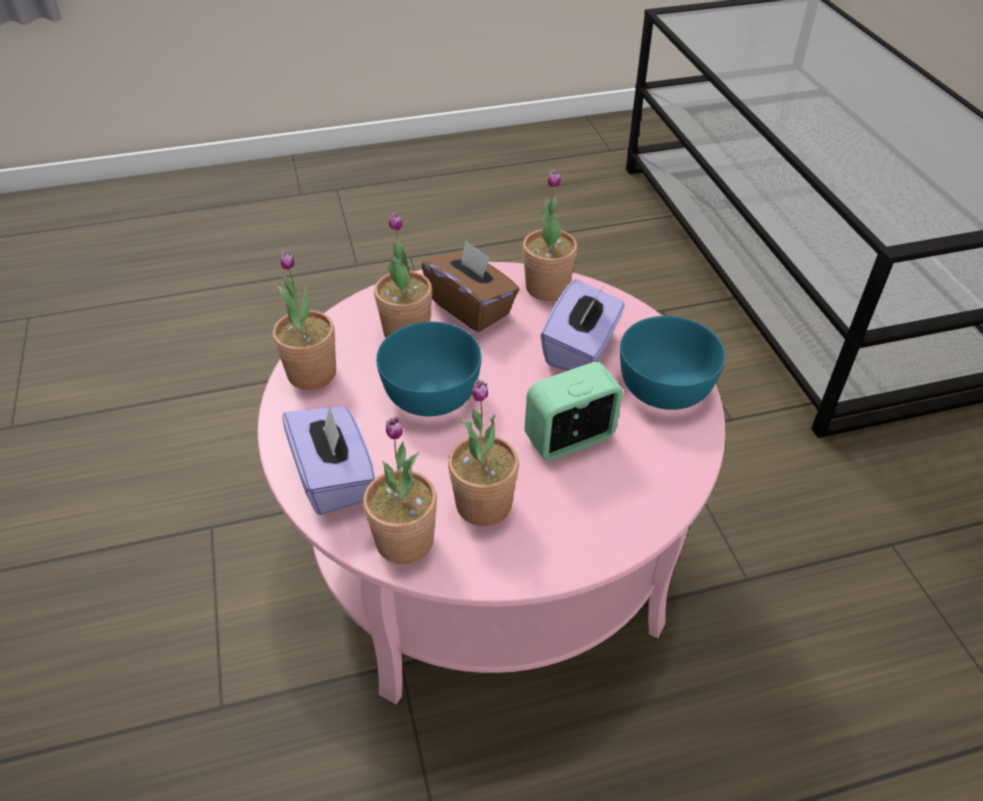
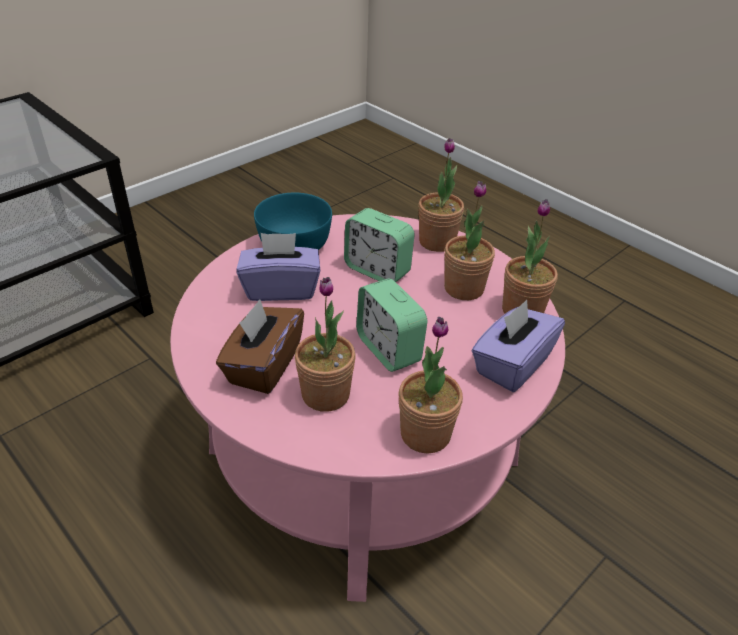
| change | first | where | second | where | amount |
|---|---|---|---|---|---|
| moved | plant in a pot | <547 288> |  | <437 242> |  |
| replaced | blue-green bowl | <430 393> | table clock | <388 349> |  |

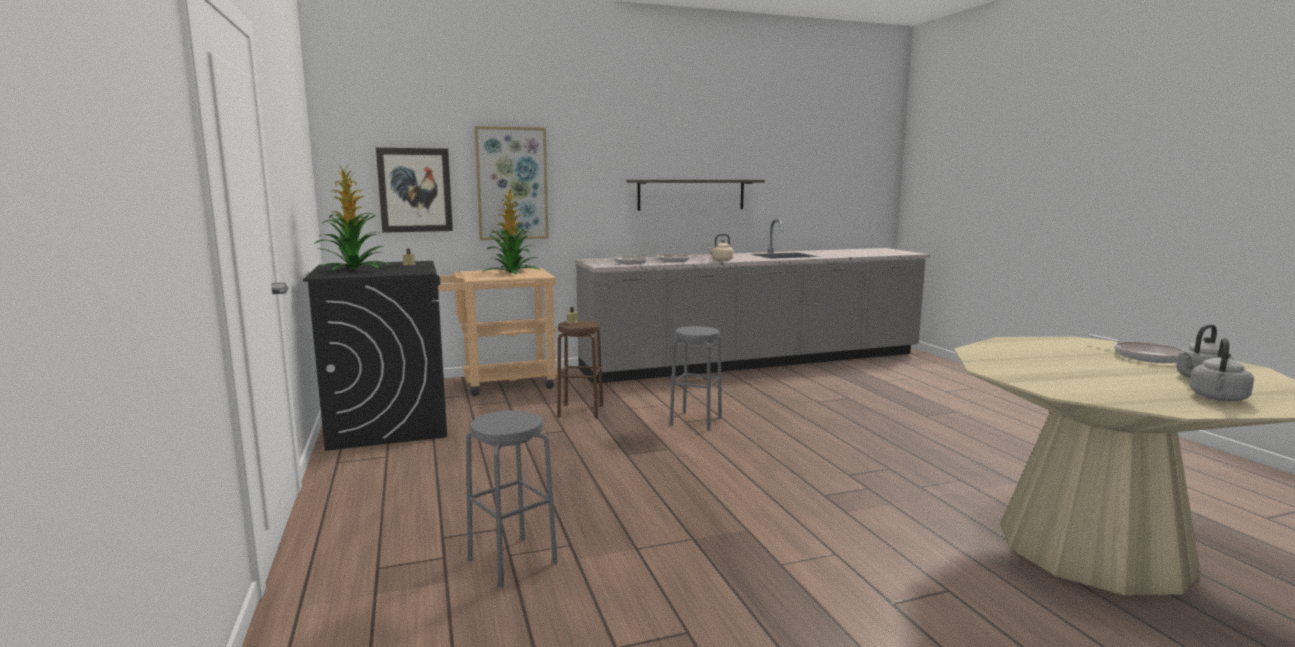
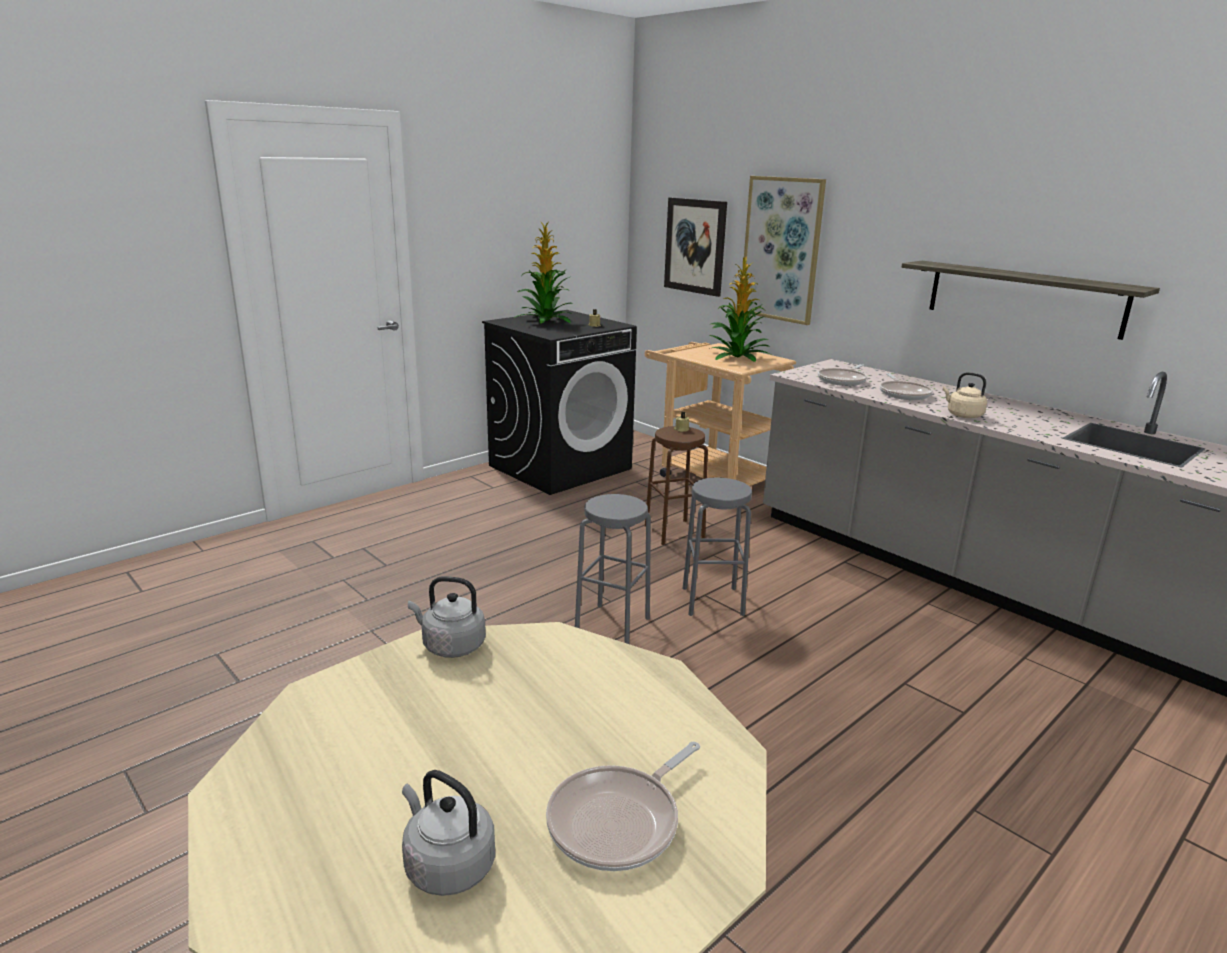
| change | first | where | second | where | amount |
|---|---|---|---|---|---|
| moved | grey stool seat | <512 561> |  | <613 624> |  |
| moved | grey kettle | <1218 398> |  | <450 646> |  |

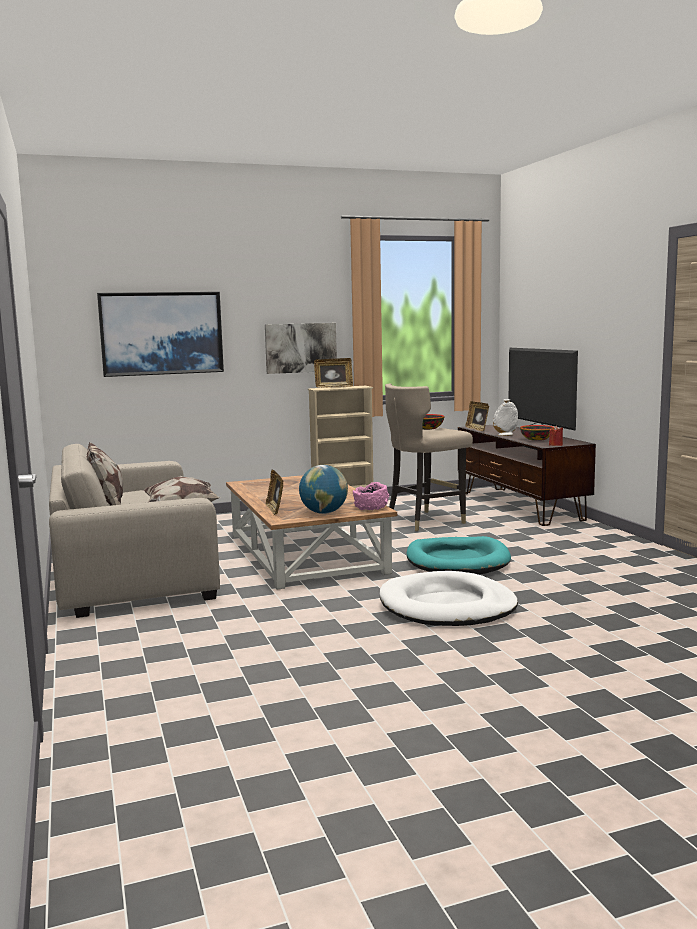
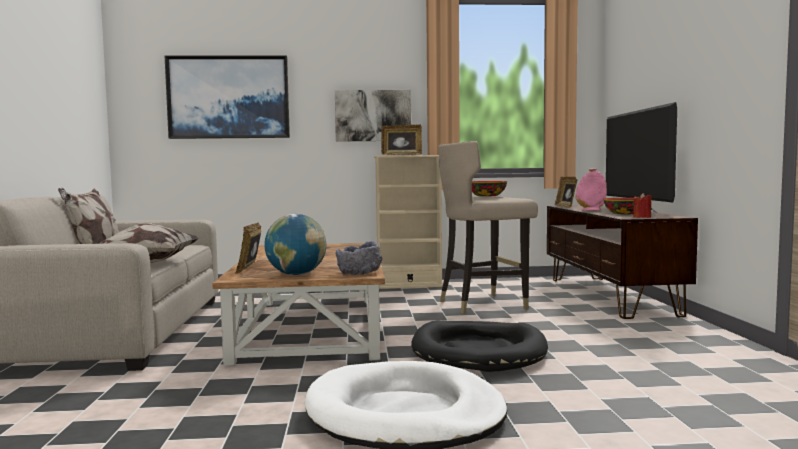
| change | first | where | second | where | amount |
|---|---|---|---|---|---|
| recoloured | pink-coloured bowl | <371 508> | grey bowl | <359 273> |  |
| recoloured | blue-green pet bed | <457 561> | blackish pet bed | <478 351> |  |
| recoloured | white-coloured flower vase | <505 435> | pink-coloured flower vase | <591 210> |  |

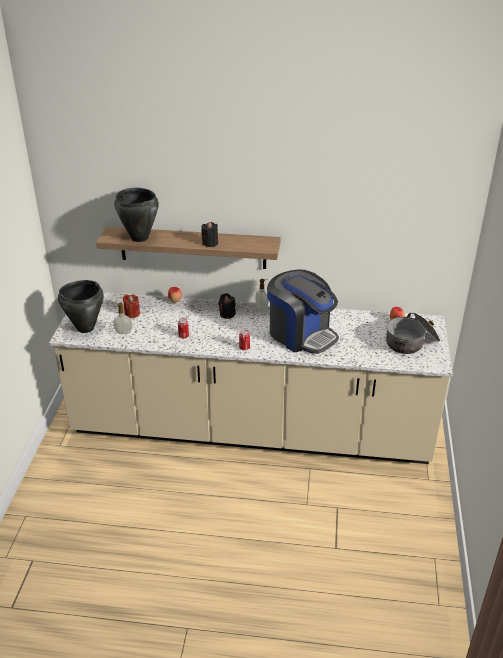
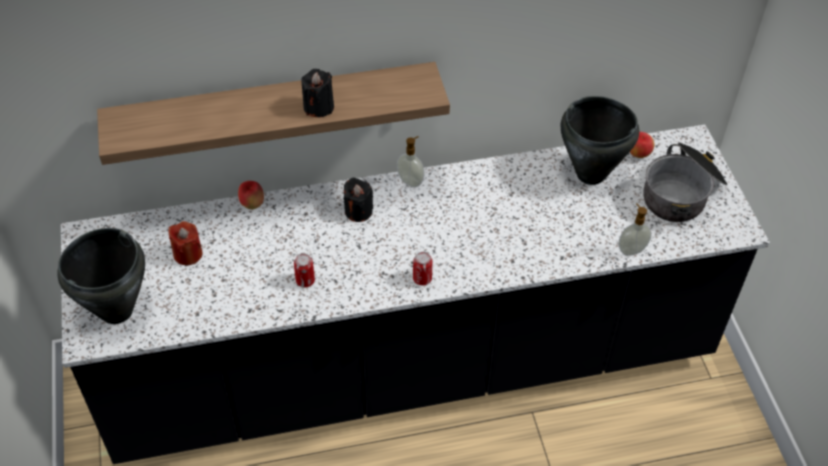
| change | first | where | second | where | amount |
|---|---|---|---|---|---|
| removed | coffee brewer | <301 334> |  |  |  |
| moved | soap bottle | <123 332> |  | <631 249> |  |
| moved | blackish cooking pot | <139 238> |  | <591 175> |  |
| recoloured | sand-coloured kitchen counter | <251 430> | blackish kitchen counter | <412 366> |  |

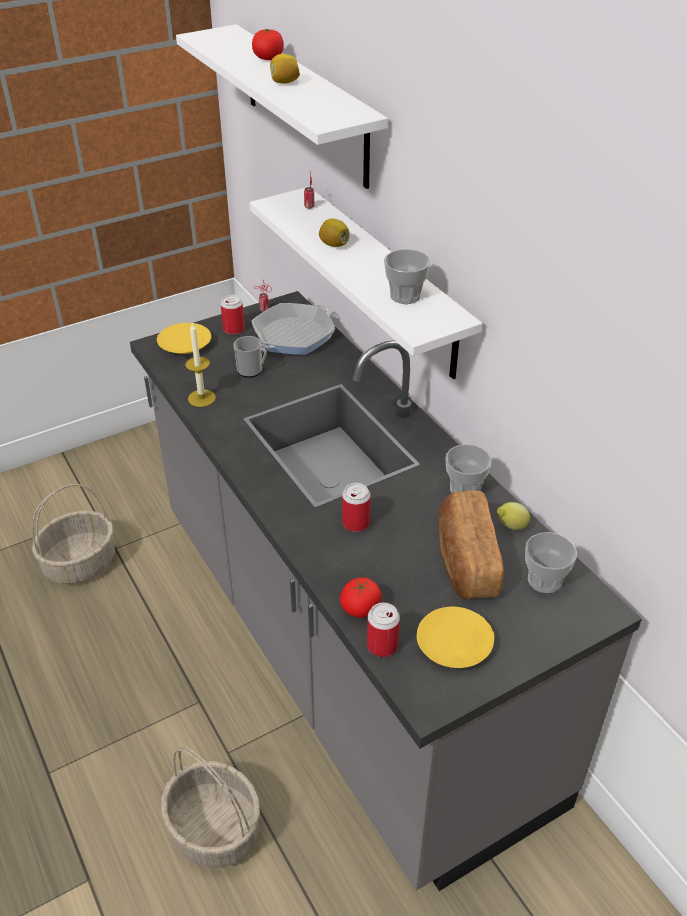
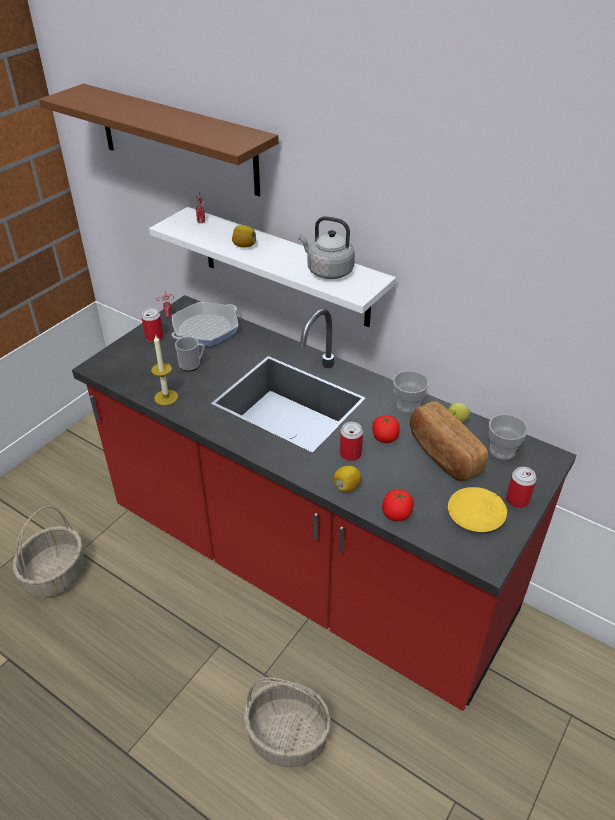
| change | first | where | second | where | amount |
|---|---|---|---|---|---|
| removed | yellow-coloured flat dish | <185 344> |  |  |  |
| moved | tomato | <268 59> |  | <385 438> |  |
| moved | citrus fruit | <284 82> |  | <347 487> |  |
| moved | sealed can | <382 645> |  | <517 500> |  |
| replaced | small cup | <405 296> | grey kettle | <327 271> |  |
| recoloured | grey kitchen counter | <343 651> | red kitchen counter | <307 564> |  |
| recoloured | white-coloured bracket shelf | <305 105> | brownish bracket shelf | <177 139> |  |
| turned | pan | <293 335> |  | <205 329> | 150 degrees counterclockwise |

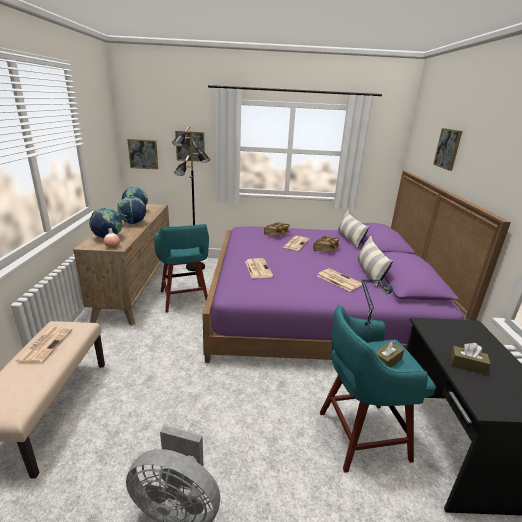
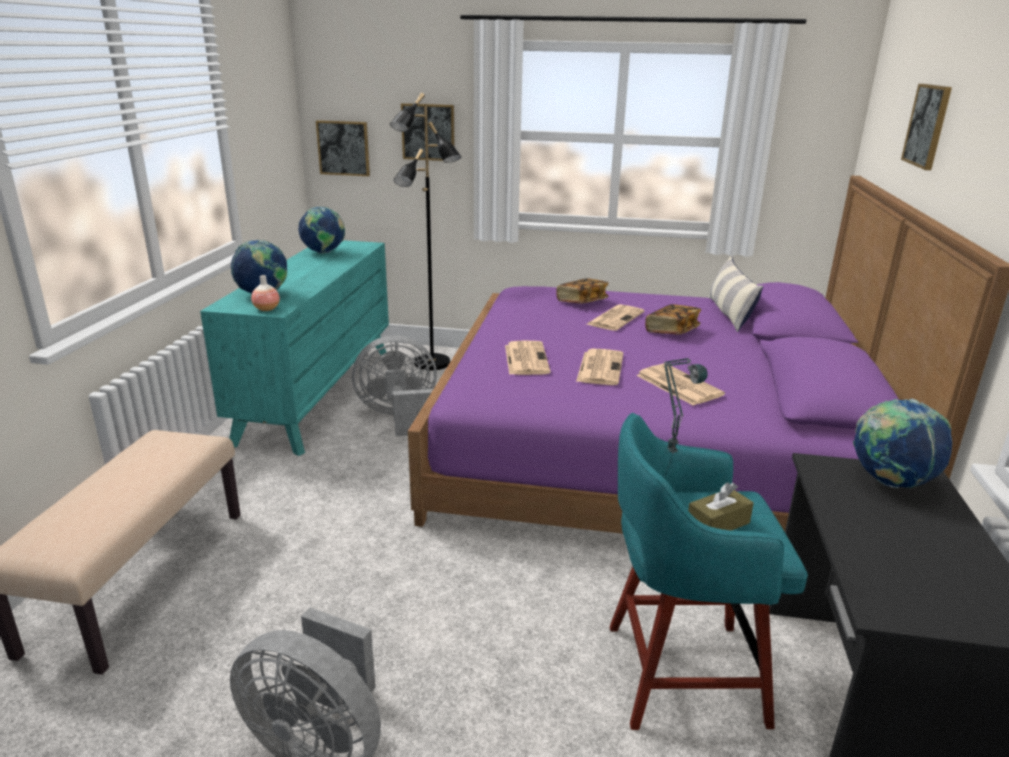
| change | first | where | second | where | amount |
|---|---|---|---|---|---|
| removed | cushion | <370 272> |  |  |  |
| removed | brownish tissue holder | <467 365> |  |  |  |
| moved | printed paper | <45 344> |  | <600 367> |  |
| moved | globe | <133 223> |  | <890 482> |  |
| replaced | blue-green stool seat | <184 299> | grey fan | <400 418> |  |
| recoloured | brownish drawer chest | <136 287> | blue-green drawer chest | <318 393> |  |

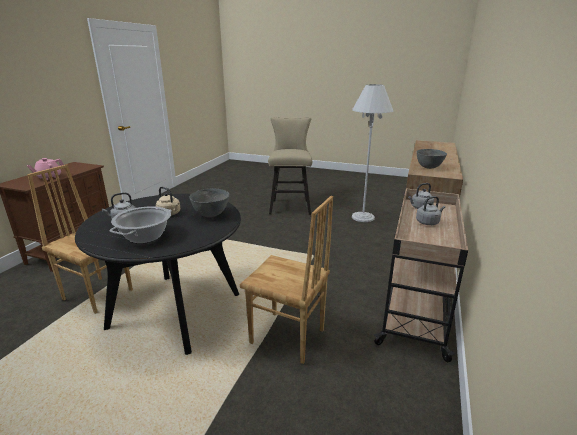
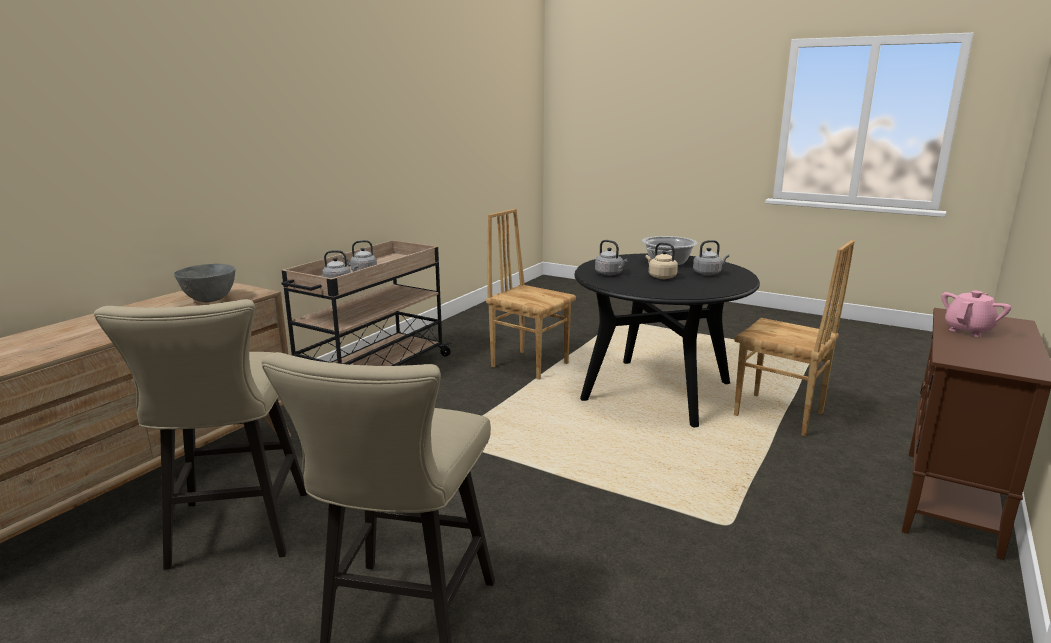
| change | first | where | second | where | amount |
|---|---|---|---|---|---|
| replaced | grey bowl | <210 215> | grey kettle | <610 274> |  |
| replaced | white-coloured floor lamp | <363 217> | sand-coloured stool seat | <235 535> |  |

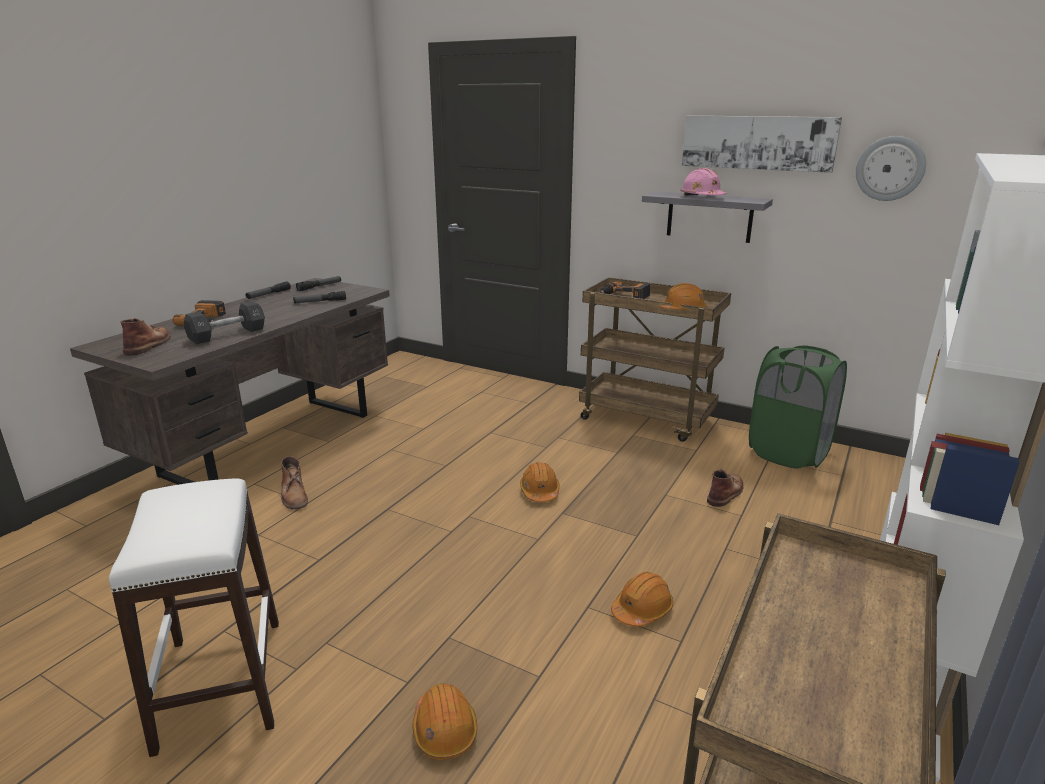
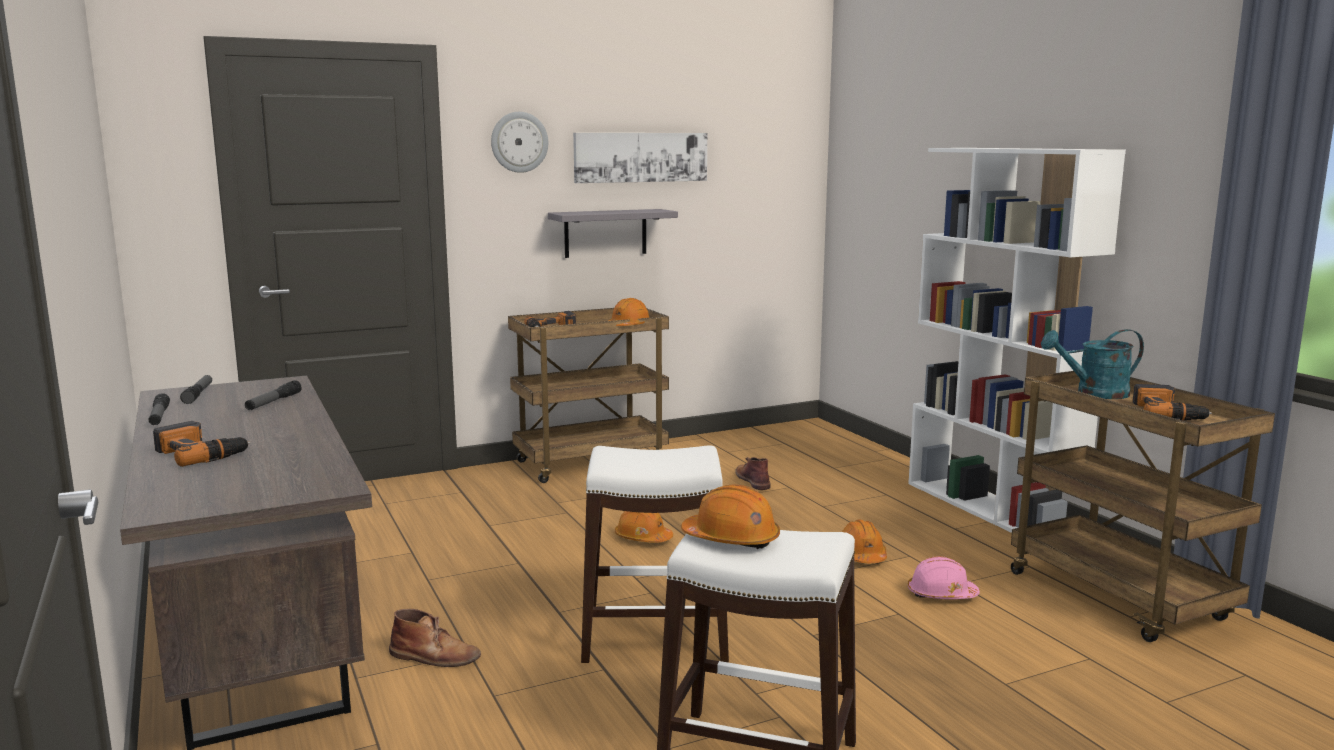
| change | first | where | second | where | amount |
|---|---|---|---|---|---|
| removed | brownish high-top boot | <149 344> |  |  |  |
| removed | blackish hand weight | <227 335> |  |  |  |
| removed | greenish laundry basket | <788 453> |  |  |  |
| added |  |  | white-coloured stool seat | <655 637> |  |
| added |  |  | blue-green watering can | <1094 393> |  |
| added |  |  | drill | <1168 412> |  |
| moved | orange-coloured safety helmet | <444 730> |  | <731 539> |  |
| moved | pink-coloured safety helmet | <702 197> |  | <941 595> |  |
| moved | clock on the wall | <890 168> |  | <519 142> |  |

